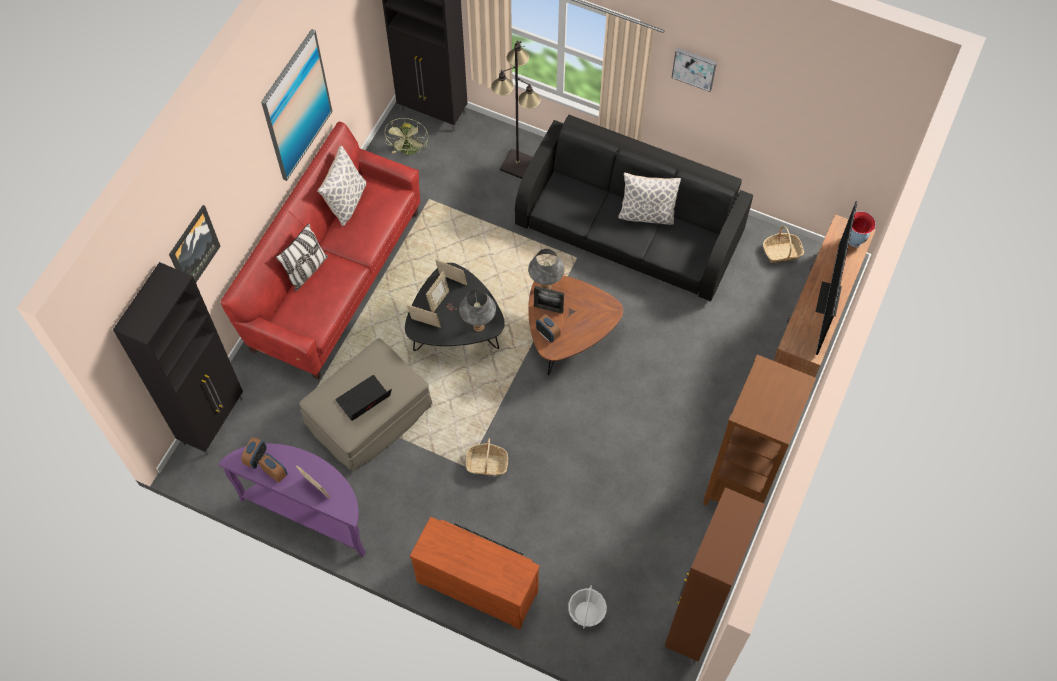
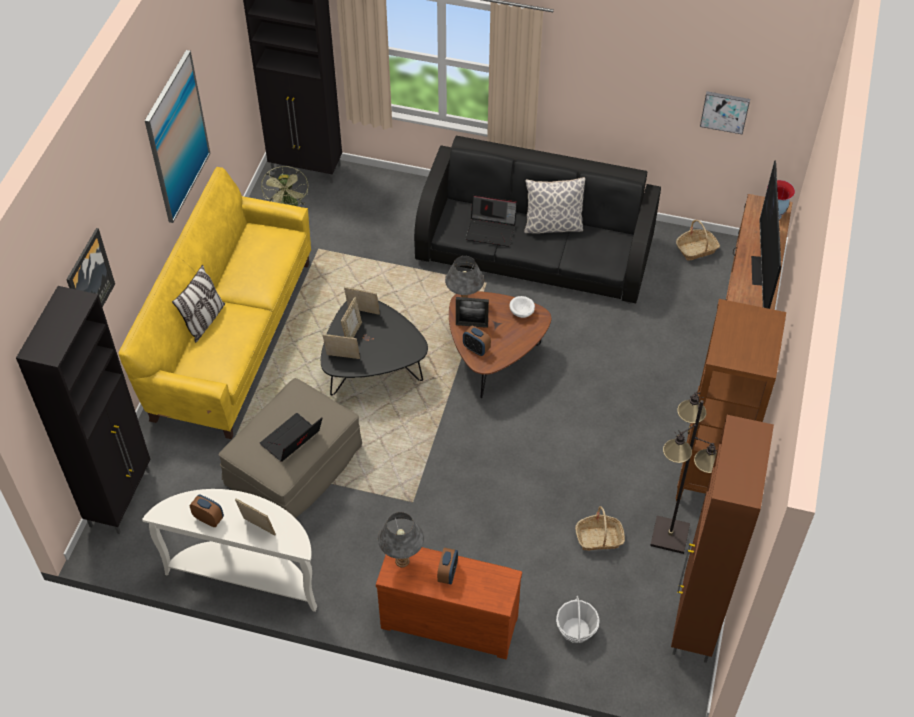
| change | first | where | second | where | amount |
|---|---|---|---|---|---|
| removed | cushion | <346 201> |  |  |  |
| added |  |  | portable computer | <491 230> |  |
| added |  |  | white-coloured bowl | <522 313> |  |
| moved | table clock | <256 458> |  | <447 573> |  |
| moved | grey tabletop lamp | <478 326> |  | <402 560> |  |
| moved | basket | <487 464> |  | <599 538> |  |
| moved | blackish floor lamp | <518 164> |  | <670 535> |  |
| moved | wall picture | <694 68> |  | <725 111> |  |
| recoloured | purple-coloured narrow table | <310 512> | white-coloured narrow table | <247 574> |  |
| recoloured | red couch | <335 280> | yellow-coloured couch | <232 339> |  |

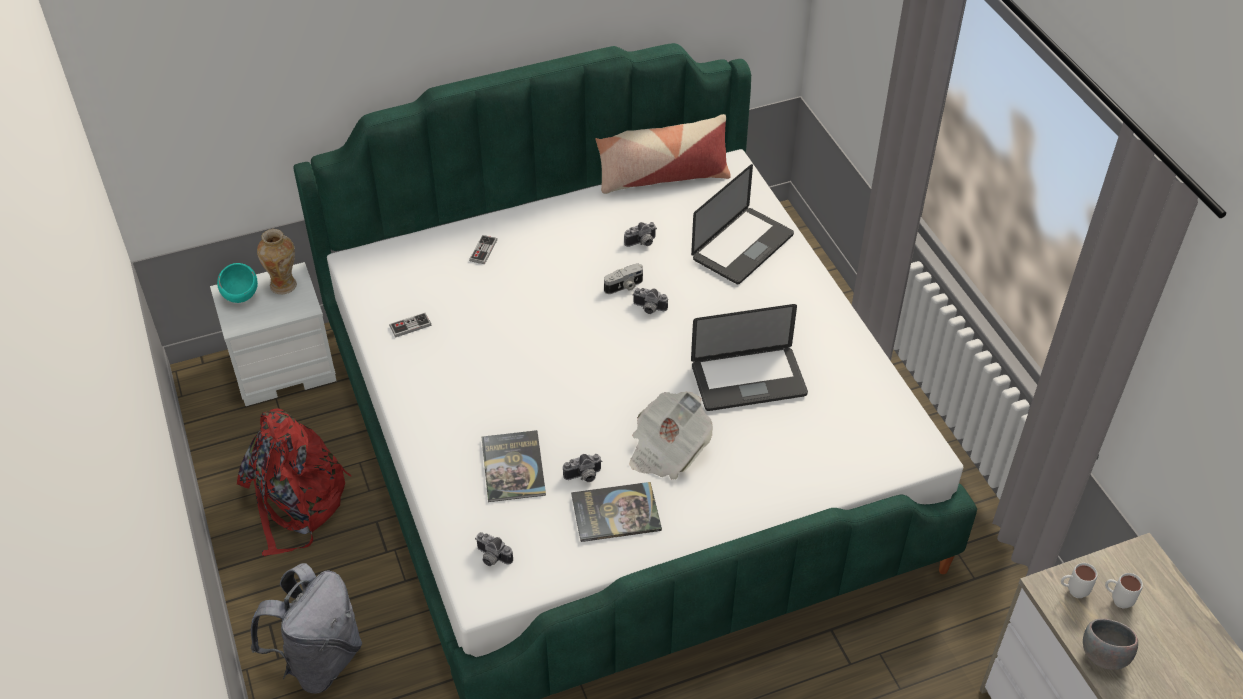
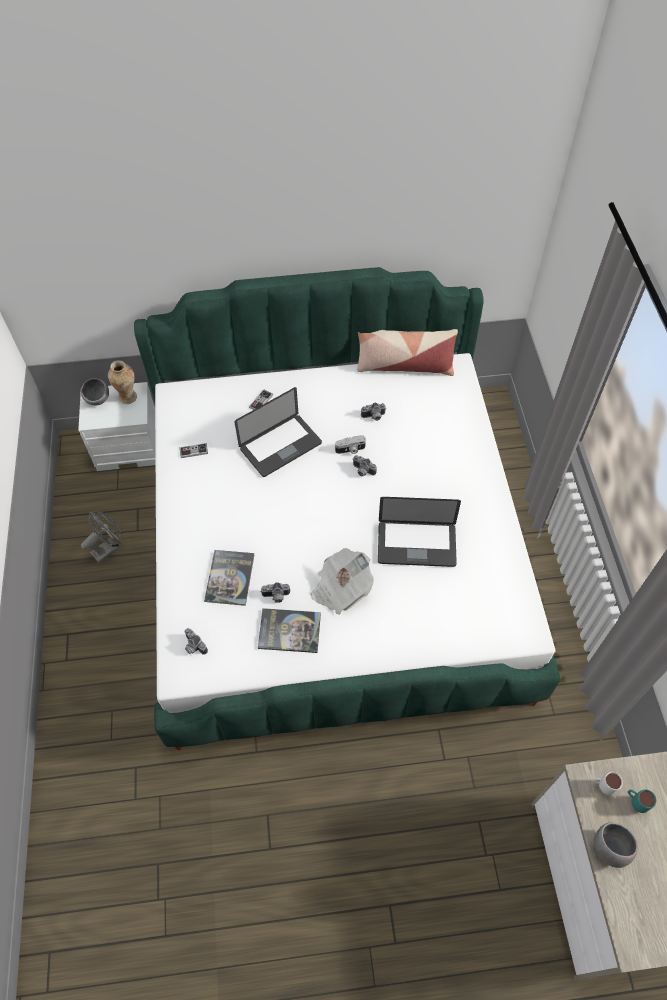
| change | first | where | second | where | amount |
|---|---|---|---|---|---|
| removed | grey knapsack | <319 660> |  |  |  |
| moved | portable computer | <742 247> |  | <280 446> |  |
| replaced | red knapsack | <295 501> | grey fan | <109 548> |  |
| recoloured | blue-green bowl | <241 296> | grey bowl | <98 400> |  |
| recoloured | white-coloured mug | <1117 600> | blue-green mug | <635 802> |  |

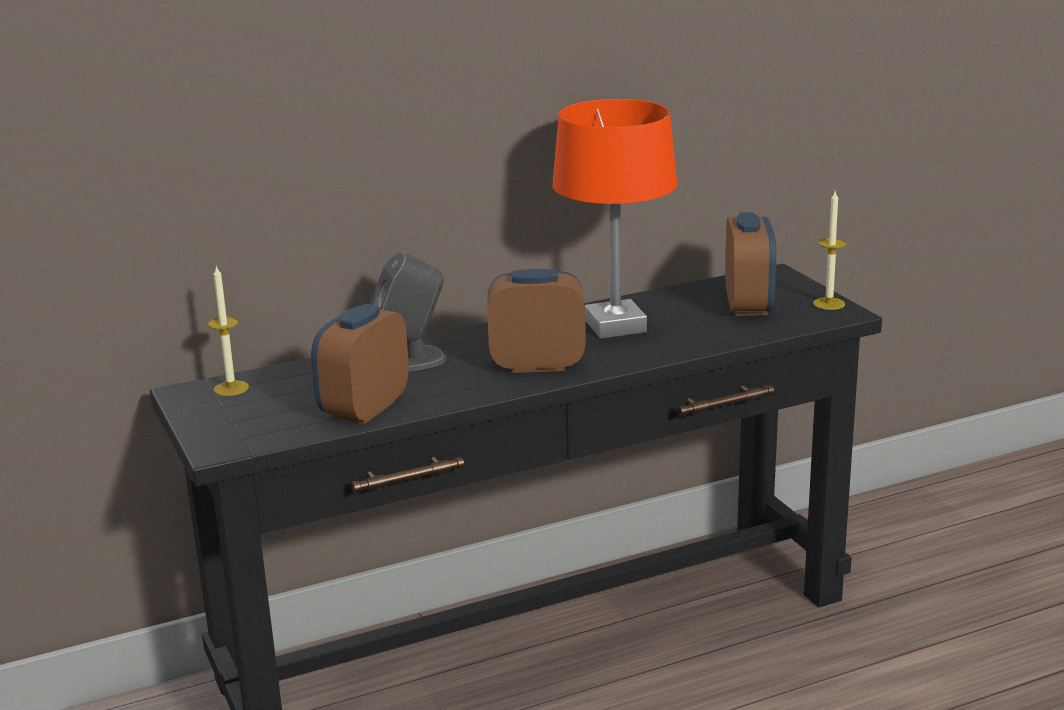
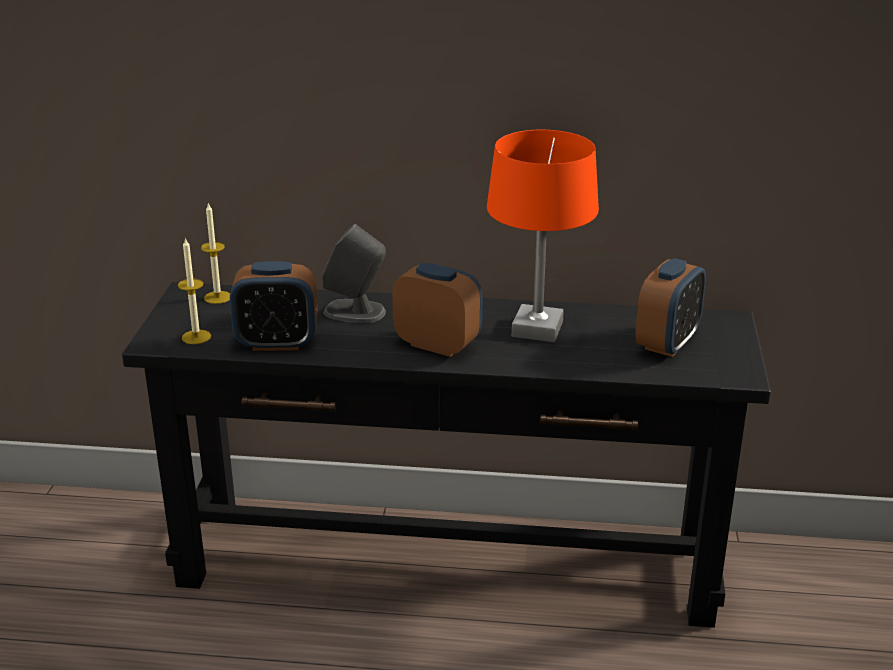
| change | first | where | second | where | amount |
|---|---|---|---|---|---|
| moved | wax candle | <829 303> |  | <196 337> |  |
| turned | table clock | <364 409> |  | <277 343> | 150 degrees counterclockwise |

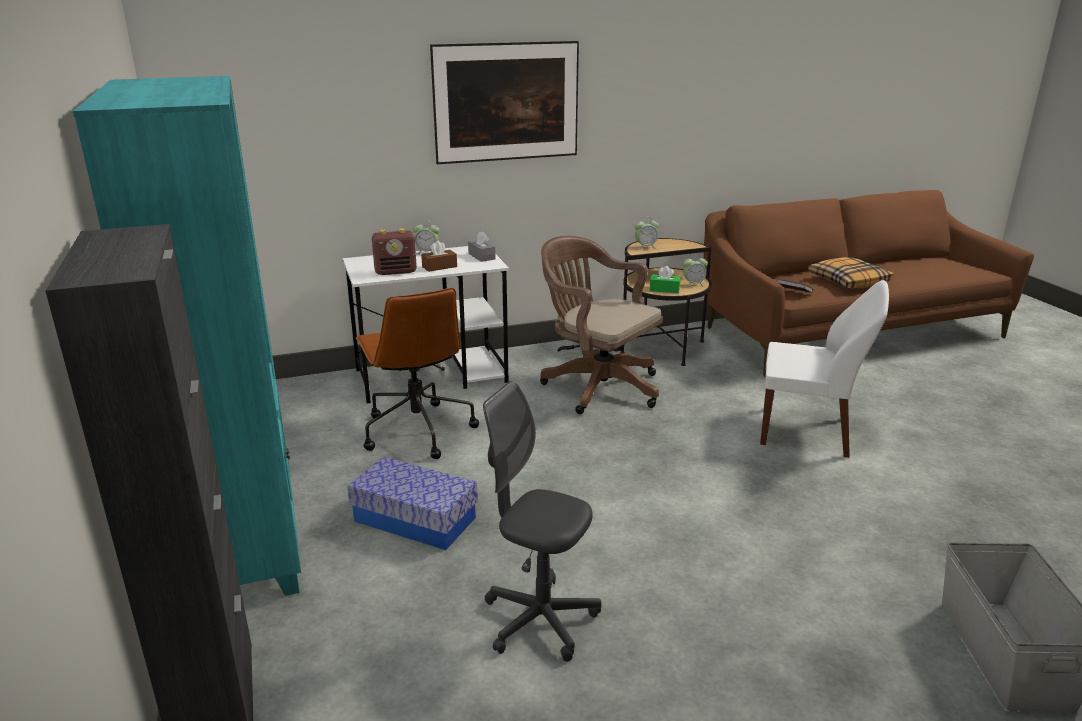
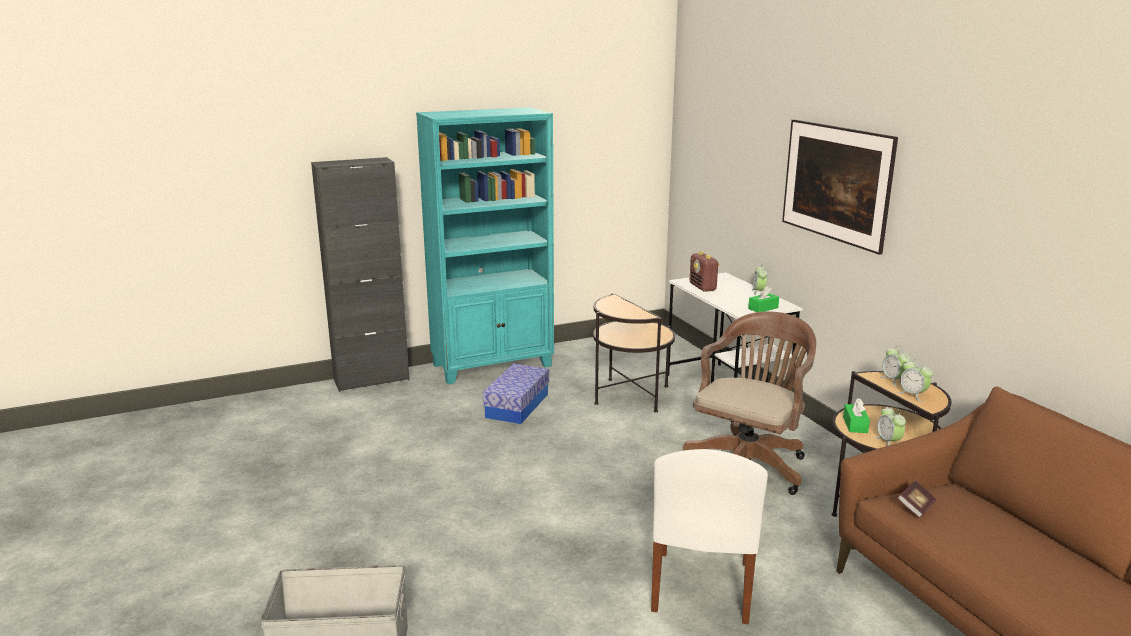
| change | first | where | second | where | amount |
|---|---|---|---|---|---|
| removed | brownish tissue holder | <439 267> |  |  |  |
| removed | grey office chair | <540 620> |  |  |  |
| removed | cushion | <848 281> |  |  |  |
| added |  |  | table clock | <913 395> |  |
| replaced | brownish office chair | <417 430> | side table | <632 395> |  |
| recoloured | grey tissue holder | <481 256> | greenish tissue holder | <763 308> |  |

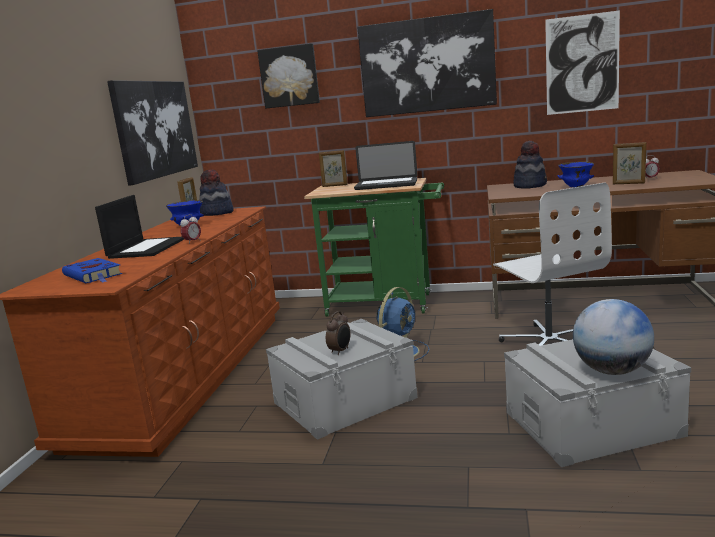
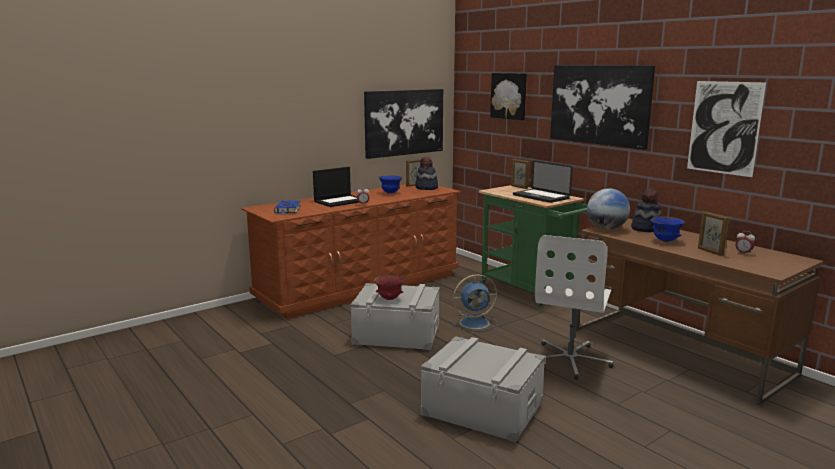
| change | first | where | second | where | amount |
|---|---|---|---|---|---|
| moved | globe | <612 371> |  | <606 229> |  |
| replaced | table clock | <340 351> | red bowl | <389 299> |  |

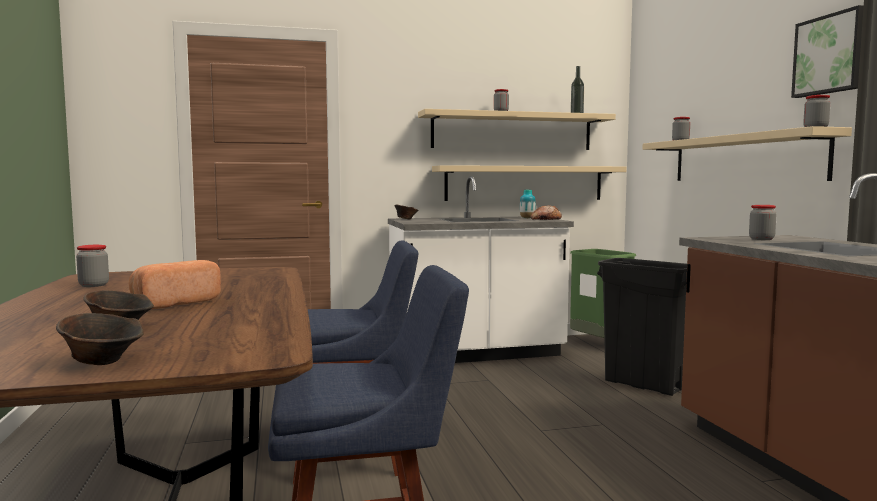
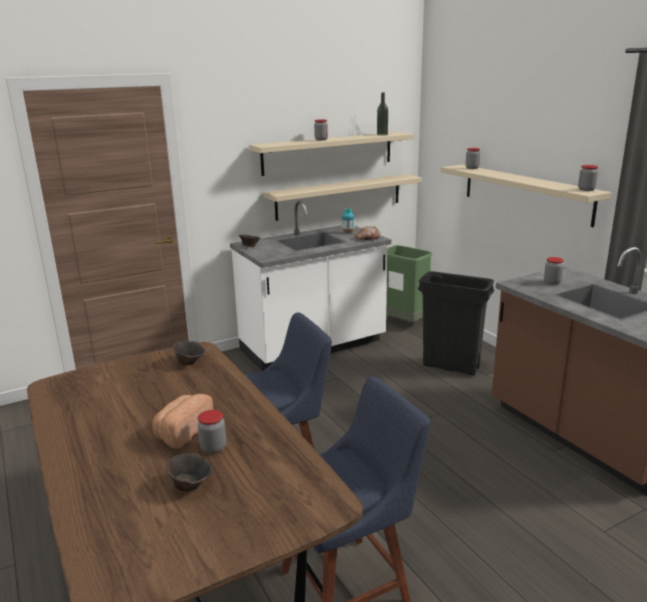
| change | first | where | second | where | amount |
|---|---|---|---|---|---|
| removed | wall picture | <830 54> |  |  |  |
| moved | brownish bowl | <103 362> |  | <189 362> |  |
| moved | storage jar | <94 285> |  | <213 448> |  |

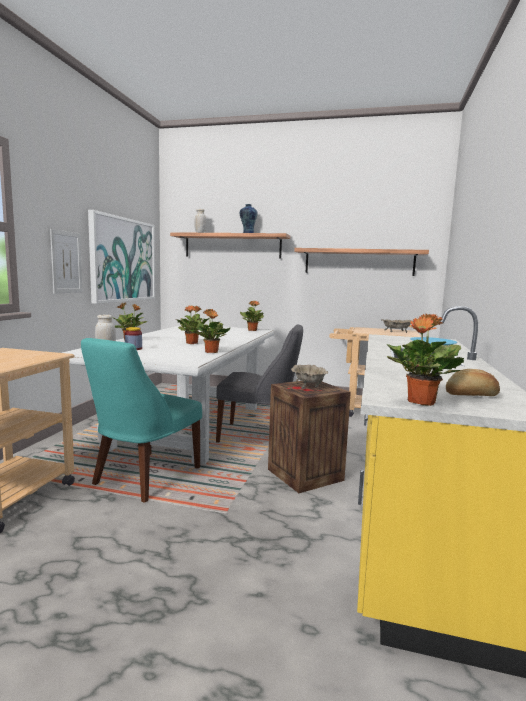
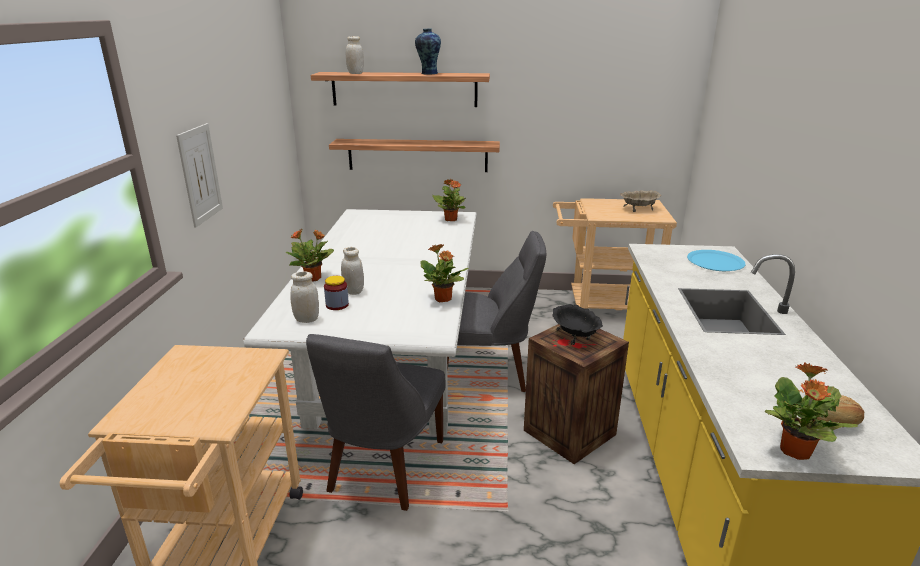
| change | first | where | second | where | amount |
|---|---|---|---|---|---|
| removed | wall picture | <123 260> |  |  |  |
| removed | plant in a pot | <192 343> |  |  |  |
| added |  |  | white-coloured storage jar | <354 291> |  |
| moved | bracket shelf | <359 262> |  | <417 155> |  |
| recoloured | blue-green chair | <143 478> | grey chair | <383 469> |  |
| recoloured | sand-coloured bowl | <309 386> | blackish bowl | <575 336> |  |

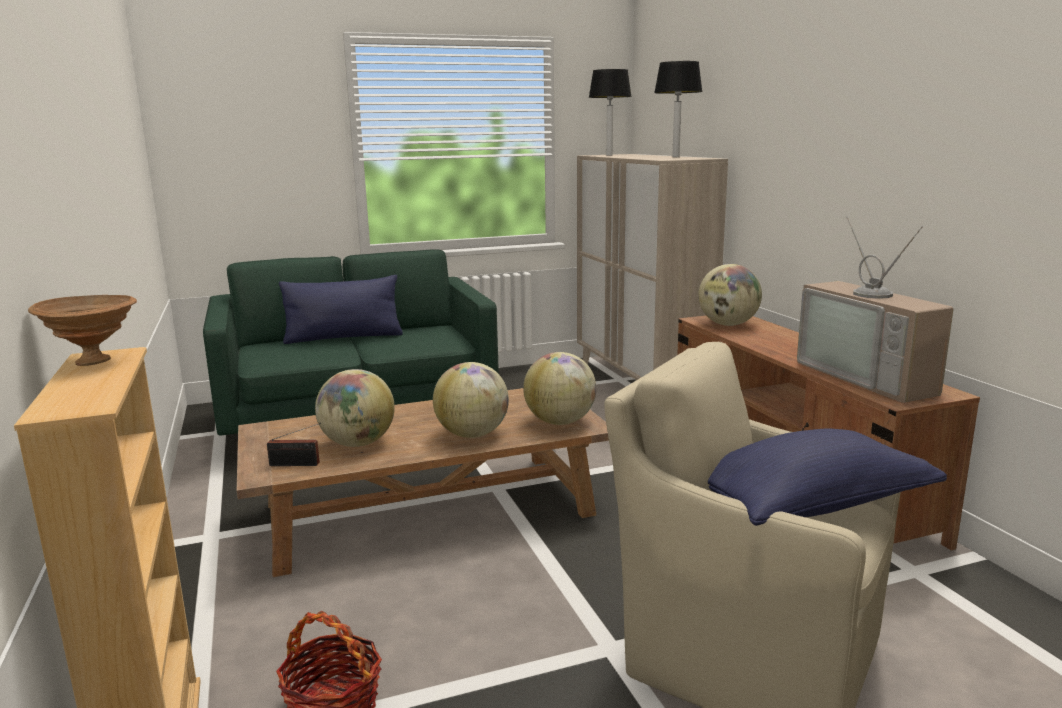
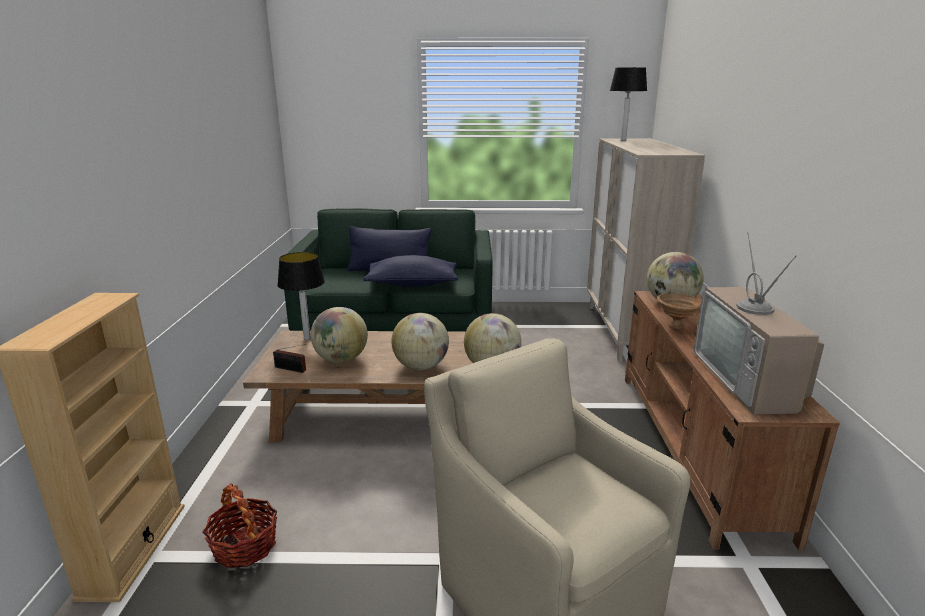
| change | first | where | second | where | amount |
|---|---|---|---|---|---|
| moved | brownish bowl | <93 361> |  | <675 325> |  |
| moved | tabletop lamp | <676 157> |  | <307 338> |  |
| moved | blue-coloured cushion | <808 504> |  | <412 284> |  |

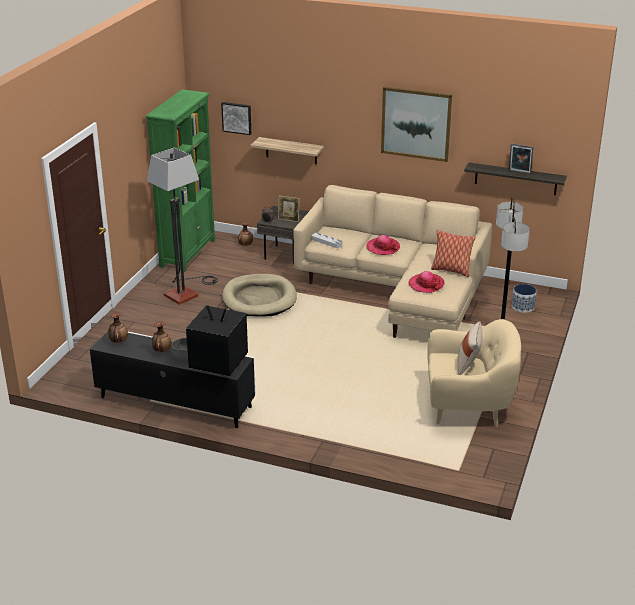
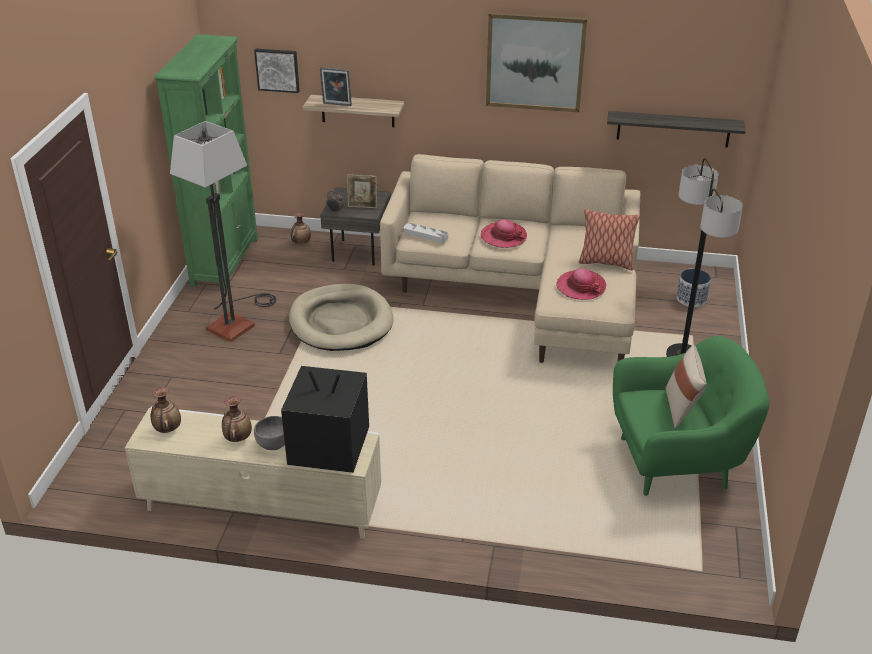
| change | first | where | second | where | amount |
|---|---|---|---|---|---|
| moved | photo frame | <519 172> |  | <336 105> |  |
| recoloured | blackish media console | <175 402> | sand-coloured media console | <262 505> |  |
| recoloured | sand-coloured easy chair | <468 407> | greenish easy chair | <677 462> |  |

